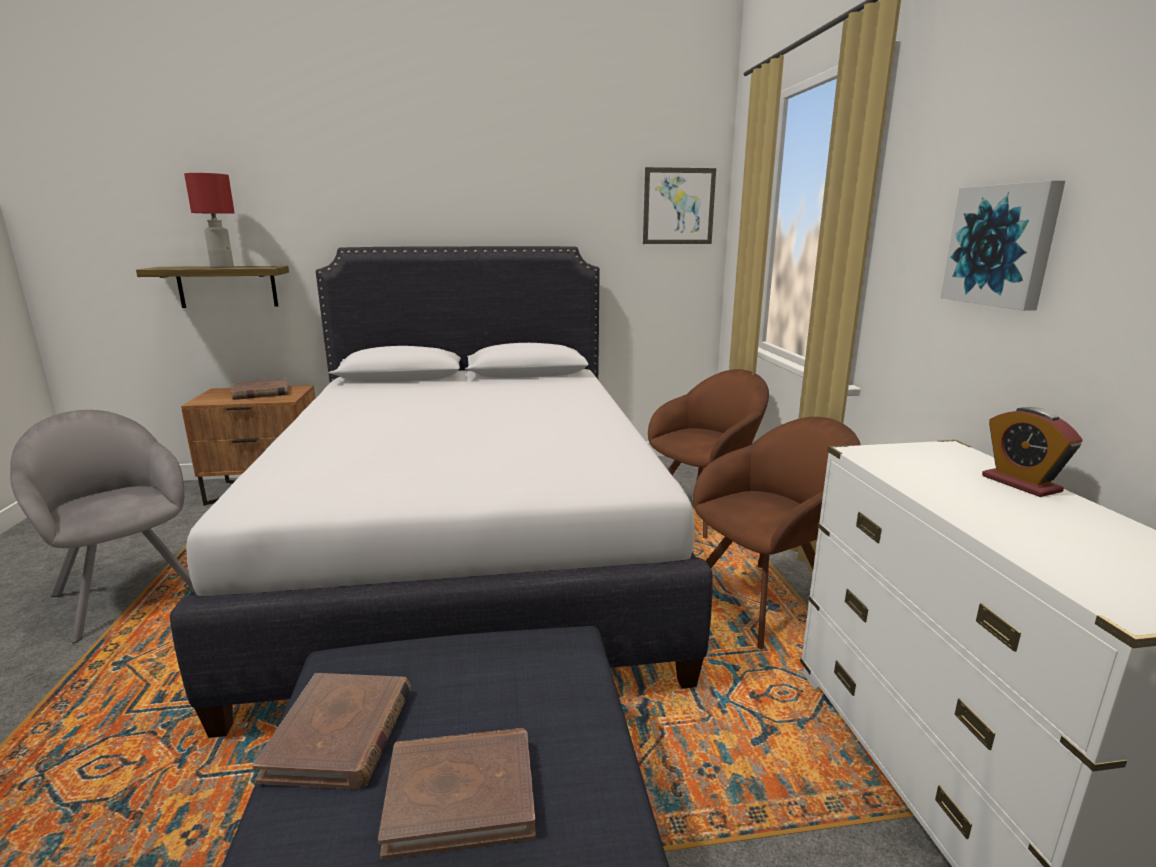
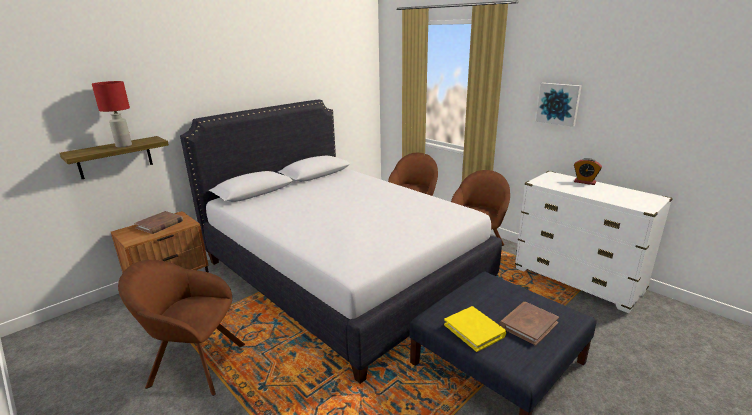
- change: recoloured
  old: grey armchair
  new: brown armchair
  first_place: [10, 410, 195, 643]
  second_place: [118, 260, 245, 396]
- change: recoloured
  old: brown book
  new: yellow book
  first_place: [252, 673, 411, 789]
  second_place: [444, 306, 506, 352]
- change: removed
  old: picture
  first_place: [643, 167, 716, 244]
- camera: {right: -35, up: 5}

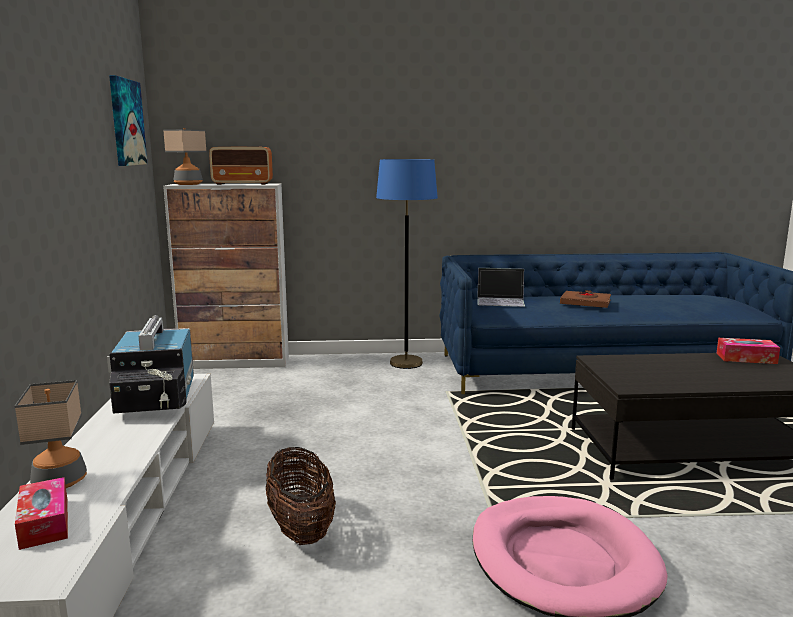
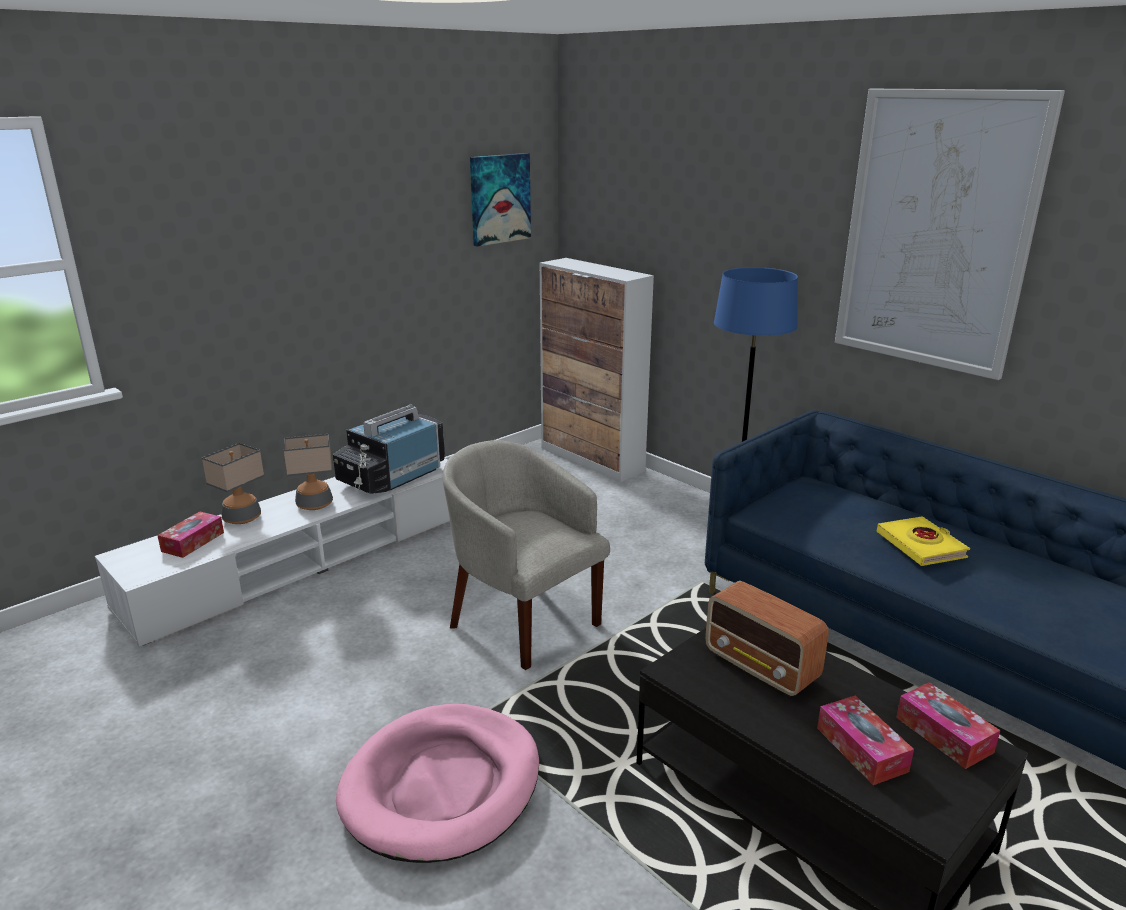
- change: moved
  old: table lamp
  first_place: [163, 128, 207, 185]
  second_place: [283, 434, 333, 510]
- change: added
  new: beige armchair
  second_place: [443, 440, 610, 670]
- change: moved
  old: radio
  first_place: [209, 146, 273, 185]
  second_place: [705, 581, 829, 697]
- change: added
  new: tissue box
  second_place: [817, 696, 914, 785]
- change: added
  new: picture
  second_place: [835, 89, 1065, 380]
- change: recoloured
  old: brown book
  new: yellow book
  first_place: [560, 290, 611, 308]
  second_place: [877, 516, 970, 566]
- change: removed
  old: basket
  first_place: [266, 447, 336, 545]
- change: removed
  old: laptop
  first_place: [477, 268, 525, 307]
- camera: {right: 50, up: 10}

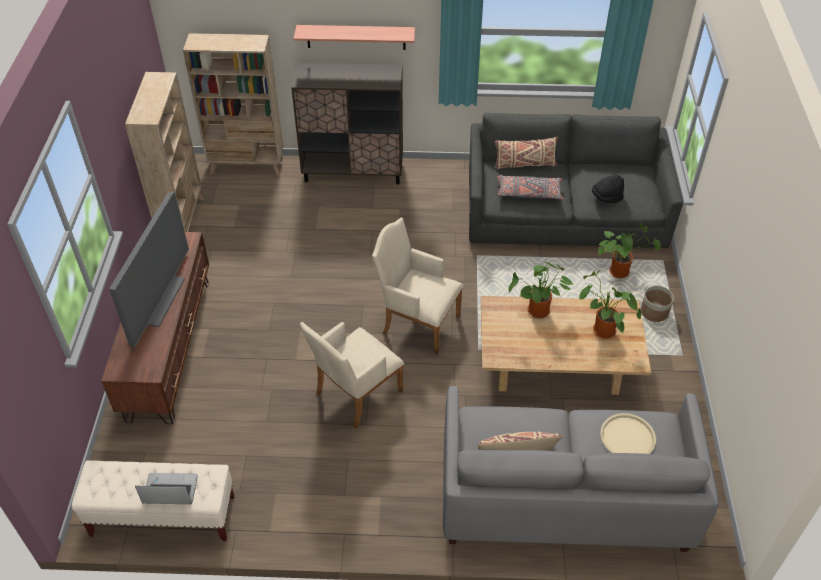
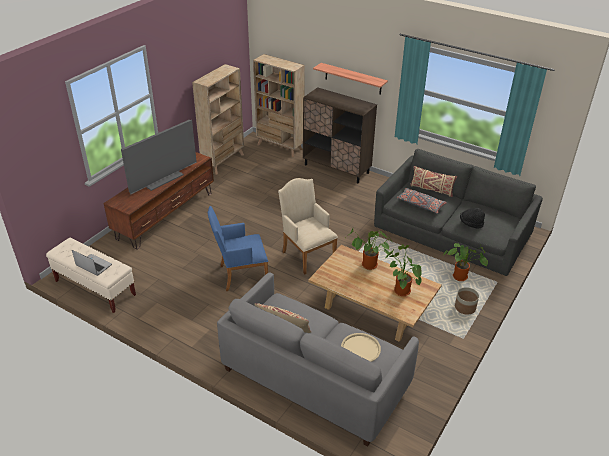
- change: recoloured
  old: beige armchair
  new: blue armchair
  first_place: [300, 322, 404, 428]
  second_place: [208, 206, 268, 291]
- camera: {right: 30, up: -10}

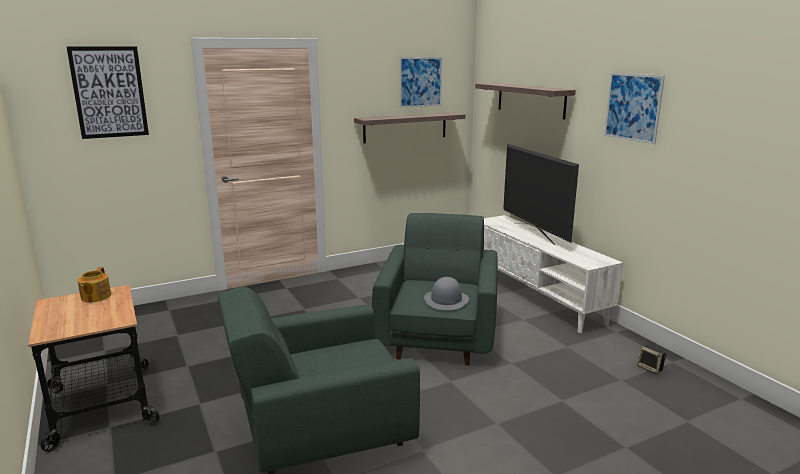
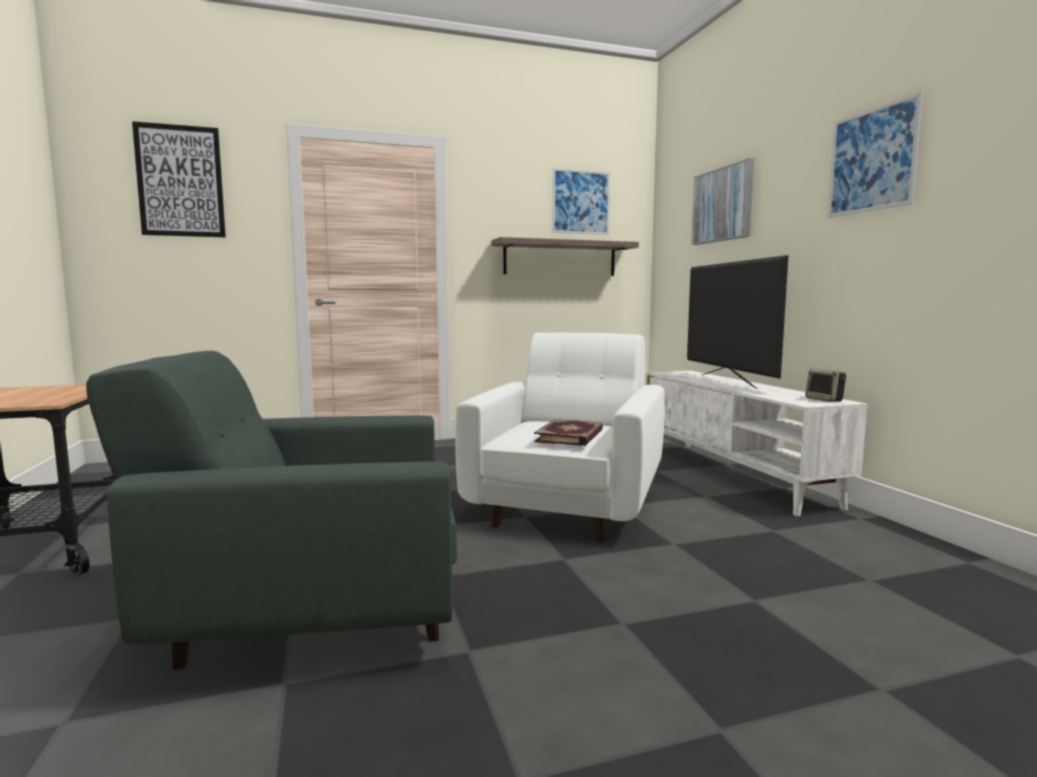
- change: recoloured
  old: green armchair
  new: white armchair
  first_place: [372, 213, 498, 366]
  second_place: [455, 333, 665, 542]
- change: replaced
  old: grey hat
  new: book
  first_place: [424, 277, 469, 310]
  second_place: [534, 419, 603, 446]
- change: replaced
  old: shelf
  new: picture
  first_place: [475, 83, 576, 120]
  second_place: [691, 158, 754, 245]
- change: moved
  old: speaker
  first_place: [637, 345, 667, 374]
  second_place: [805, 369, 846, 402]
- change: removed
  old: teapot
  first_place: [78, 267, 111, 302]
- camera: {right: 10, up: -10}

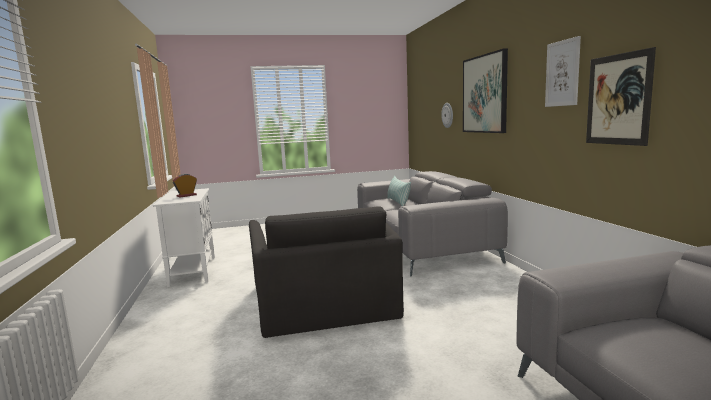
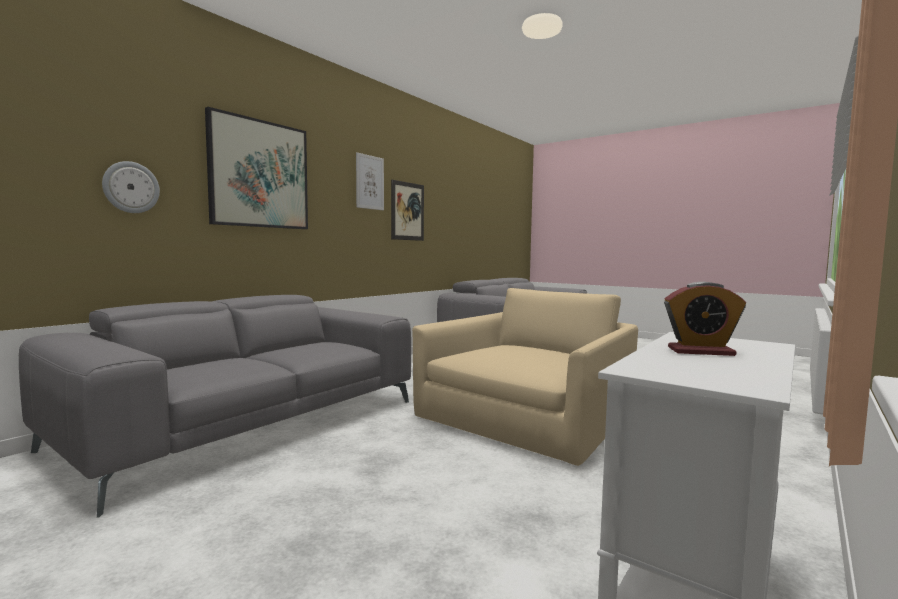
- change: recoloured
  old: black armchair
  new: beige armchair
  first_place: [249, 206, 404, 338]
  second_place: [412, 288, 638, 466]
- change: removed
  old: pillow
  first_place: [387, 176, 411, 206]
- camera: {right: -130, up: -5}

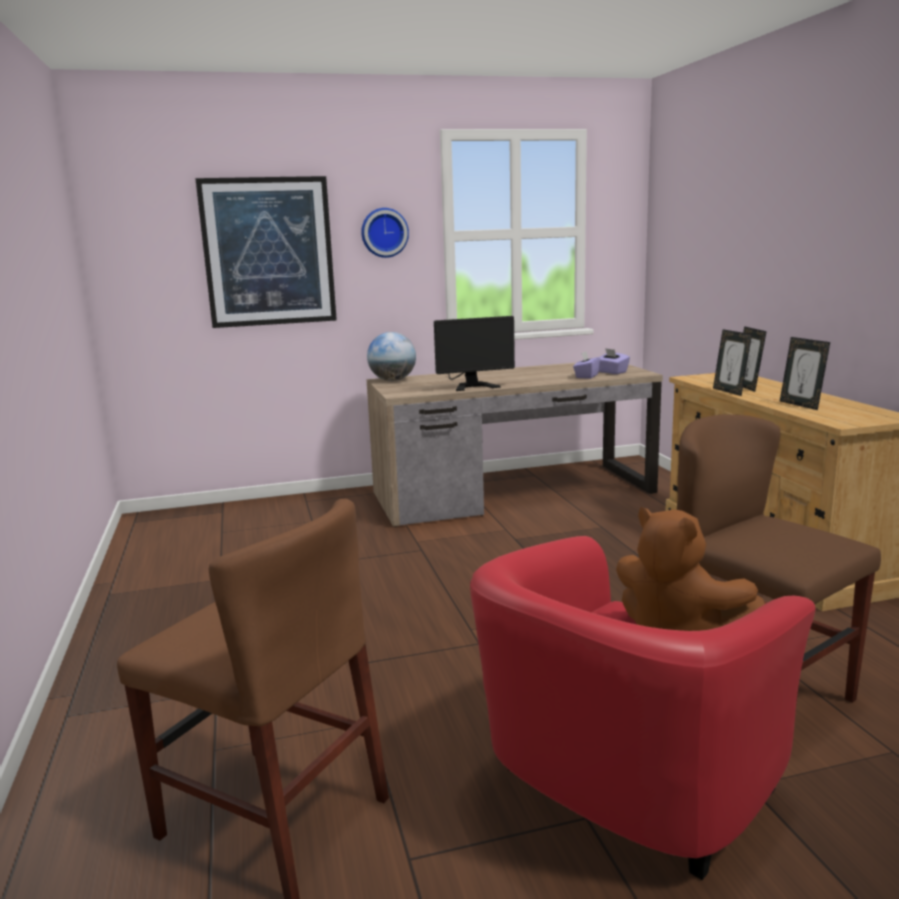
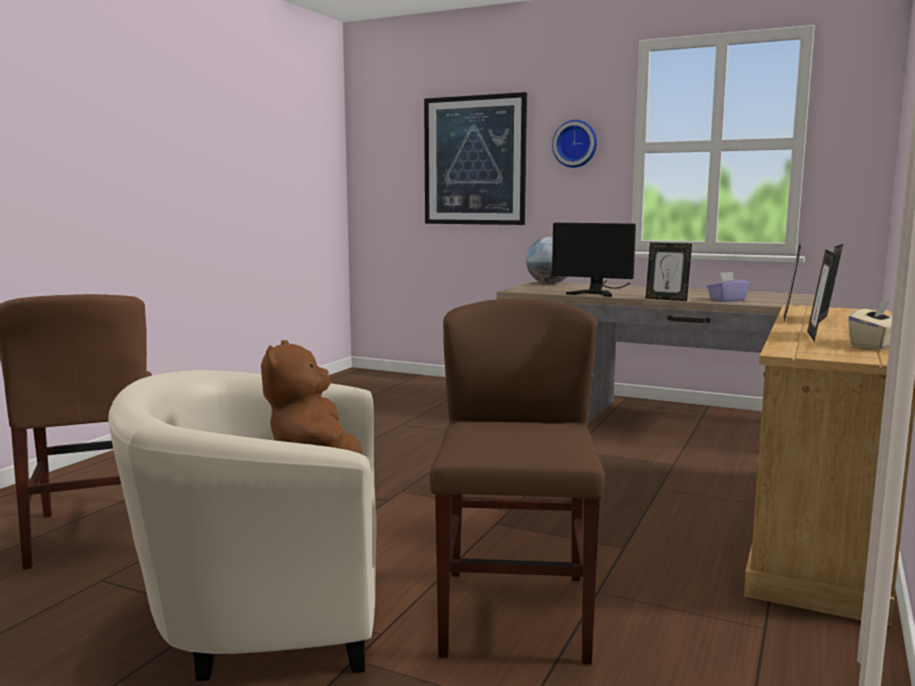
- change: recoloured
  old: red armchair
  new: beige armchair
  first_place: [470, 536, 816, 880]
  second_place: [108, 370, 376, 681]
- change: added
  new: picture frame
  second_place: [645, 243, 692, 301]
- change: added
  new: beige tissue box
  second_place: [848, 300, 892, 349]
- change: removed
  old: purple tissue box
  first_place: [599, 348, 630, 374]
- camera: {right: 40, up: -5}

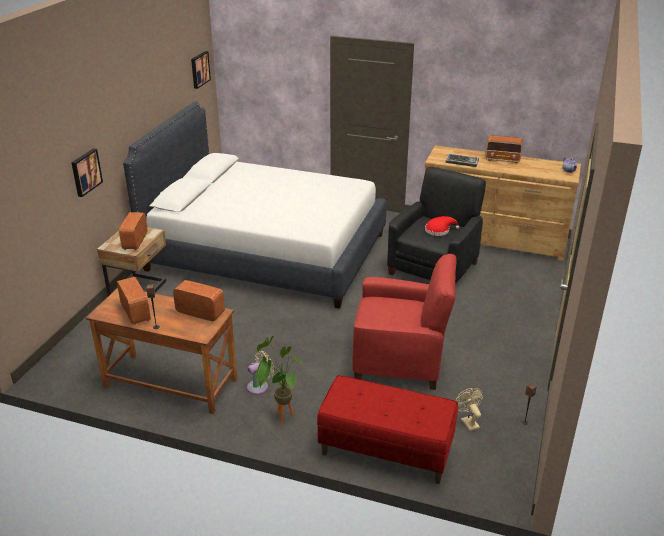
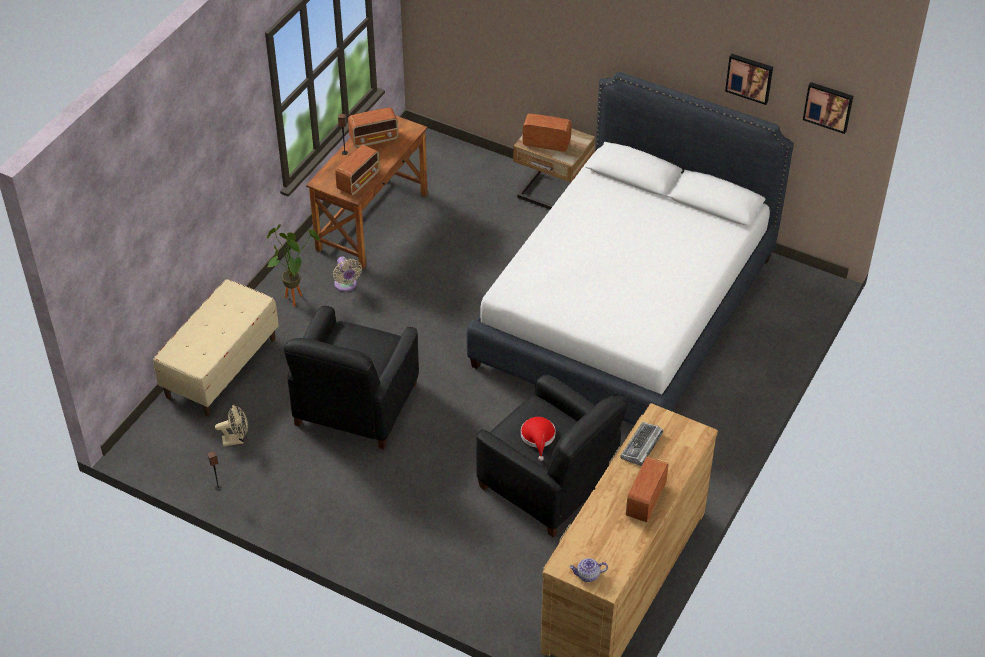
- change: recoloured
  old: red bench
  new: beige bench
  first_place: [317, 375, 458, 484]
  second_place: [153, 279, 279, 416]
- change: recoloured
  old: red armchair
  new: black armchair
  first_place: [352, 254, 457, 390]
  second_place: [284, 306, 419, 449]
- change: moved
  old: picture
  first_place: [71, 148, 103, 197]
  second_place: [725, 54, 773, 105]
- camera: {right: 100, up: 15}

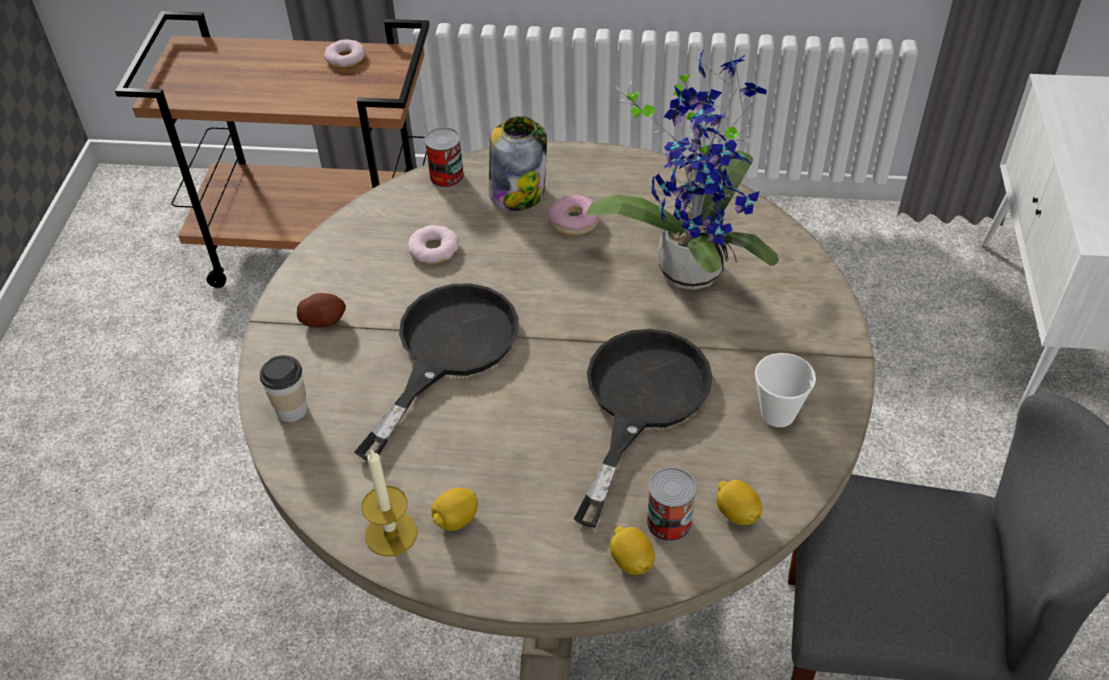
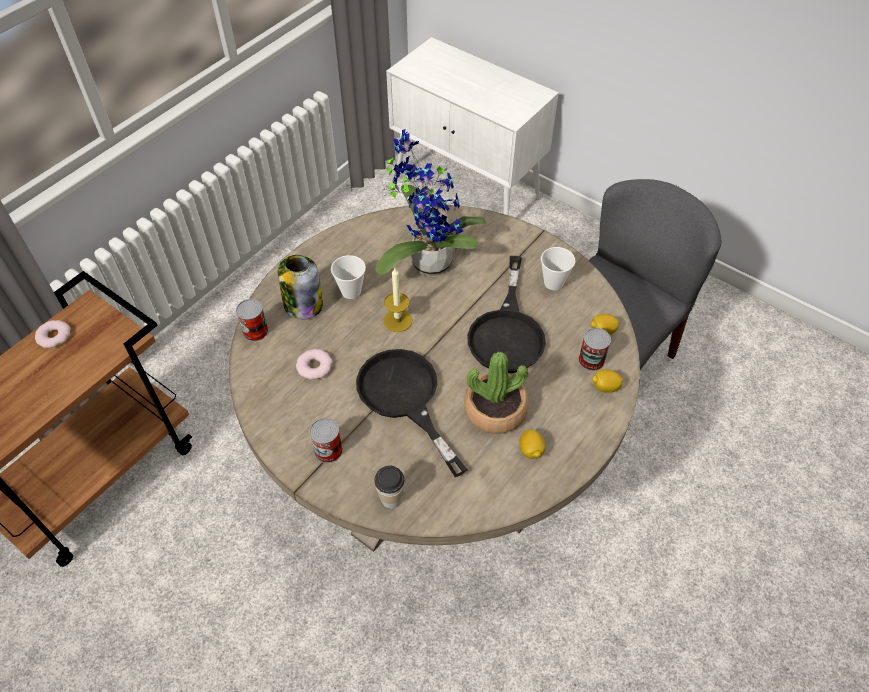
- change: replaced
  old: potato
  new: can
  first_place: [297, 293, 346, 328]
  second_place: [309, 418, 343, 463]
- change: replaced
  old: donut
  new: cup
  first_place: [549, 195, 599, 236]
  second_place: [331, 255, 366, 299]
- change: moved
  old: candle
  first_place: [361, 449, 417, 557]
  second_place: [383, 268, 413, 332]
- change: added
  new: potted plant
  second_place: [464, 352, 529, 434]
- change: turned
  old: black frying pan
  first_place: [574, 329, 713, 527]
  second_place: [467, 256, 546, 373]
  degrees: -135
- camera: {right: -60, up: 5}

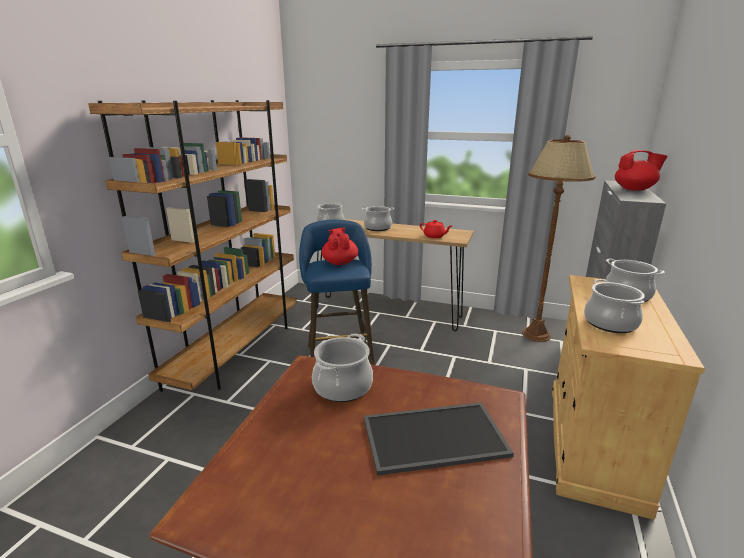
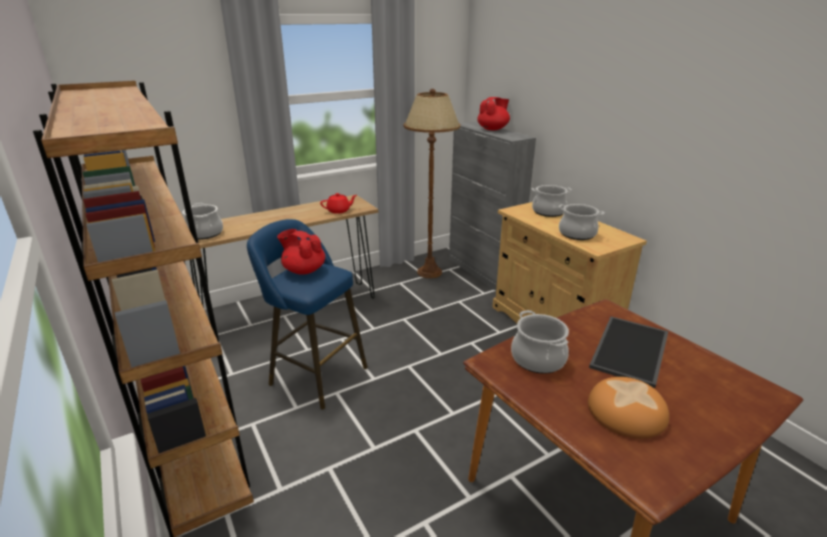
- change: added
  new: bread
  second_place: [588, 377, 669, 438]
- change: removed
  old: cooking pot
  first_place: [361, 206, 394, 231]
- camera: {right: -50, up: 5}

